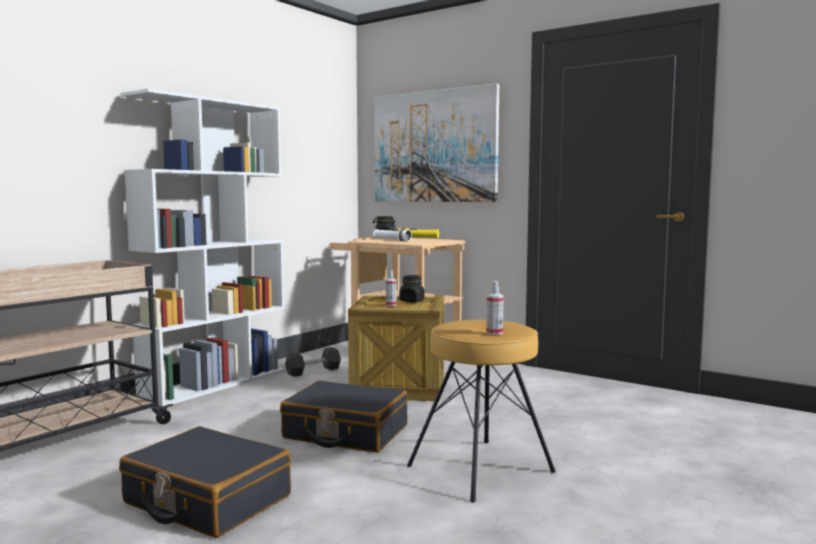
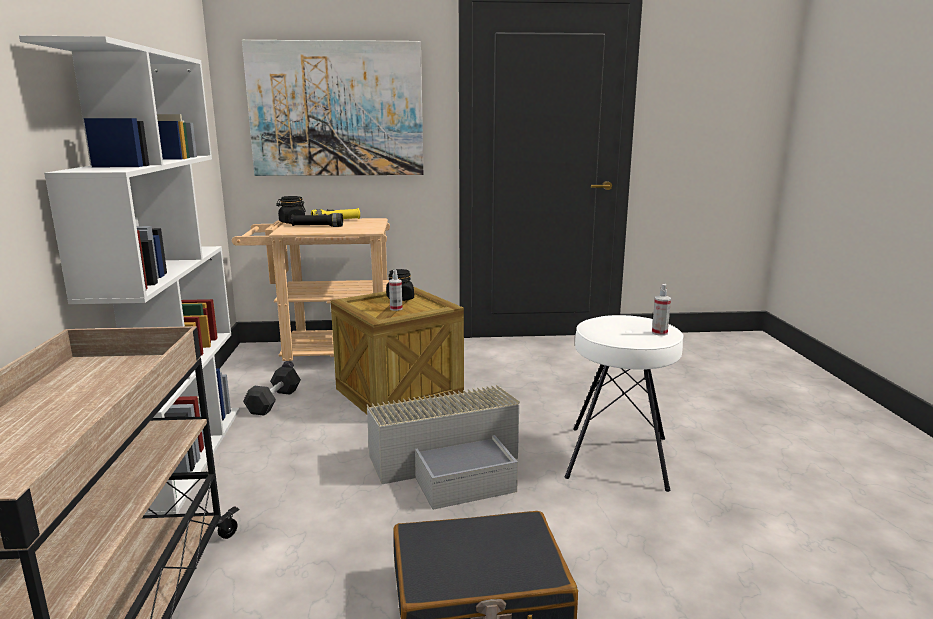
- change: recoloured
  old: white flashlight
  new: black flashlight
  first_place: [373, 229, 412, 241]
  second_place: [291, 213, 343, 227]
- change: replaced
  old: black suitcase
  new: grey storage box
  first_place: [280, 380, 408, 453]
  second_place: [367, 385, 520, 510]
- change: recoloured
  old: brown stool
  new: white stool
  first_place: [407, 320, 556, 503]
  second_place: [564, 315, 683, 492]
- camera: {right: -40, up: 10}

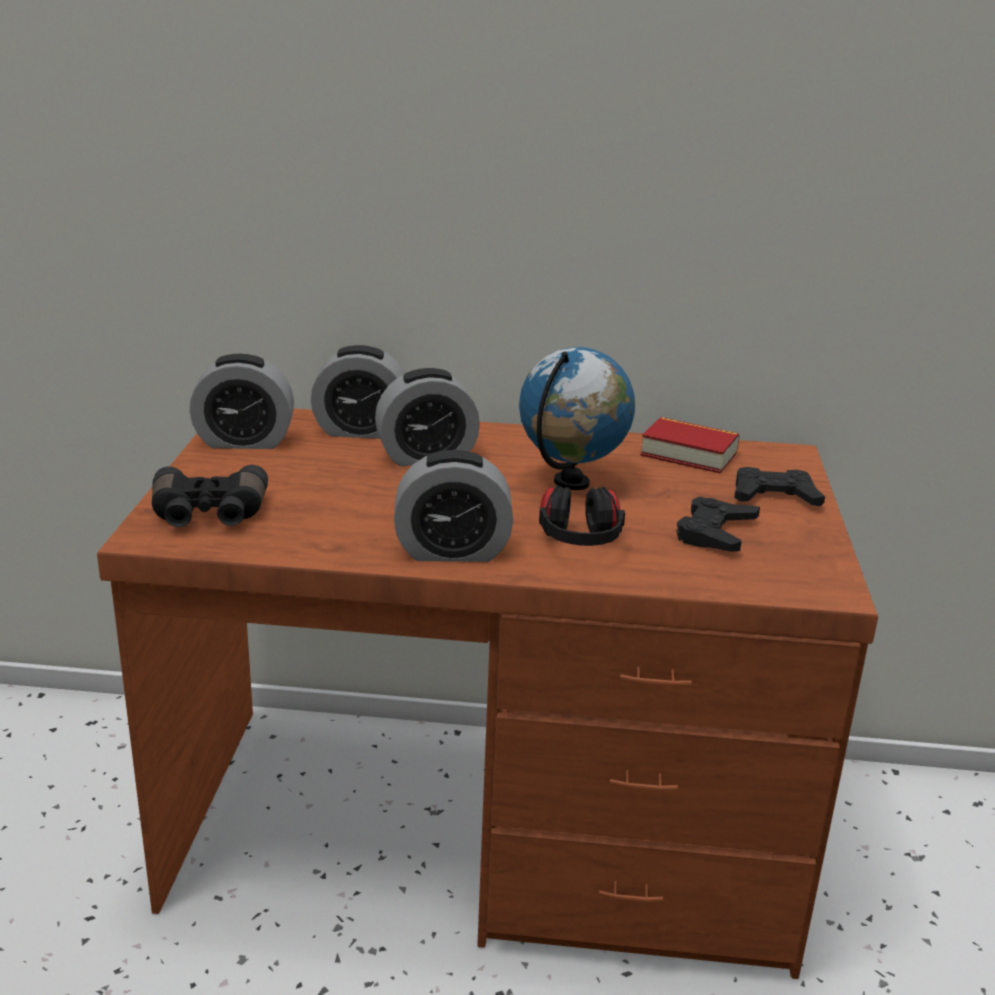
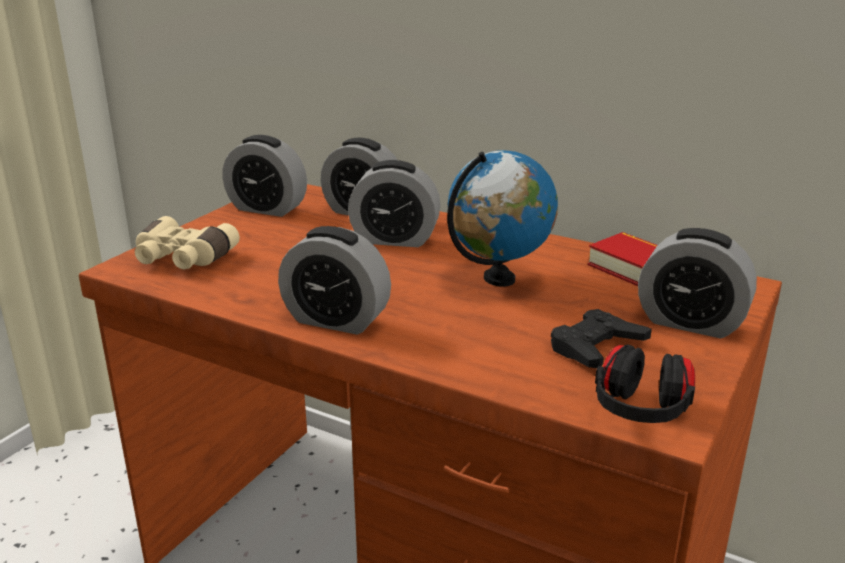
- change: recoloured
  old: black binoculars
  new: beige binoculars
  first_place: [152, 465, 268, 527]
  second_place: [135, 216, 240, 269]
- change: moved
  old: black headphones
  first_place: [539, 486, 625, 546]
  second_place: [595, 344, 695, 423]
- change: replaced
  old: black game controller
  new: alarm clock
  first_place: [734, 467, 825, 506]
  second_place: [638, 228, 757, 338]
- camera: {right: 25, up: 0}

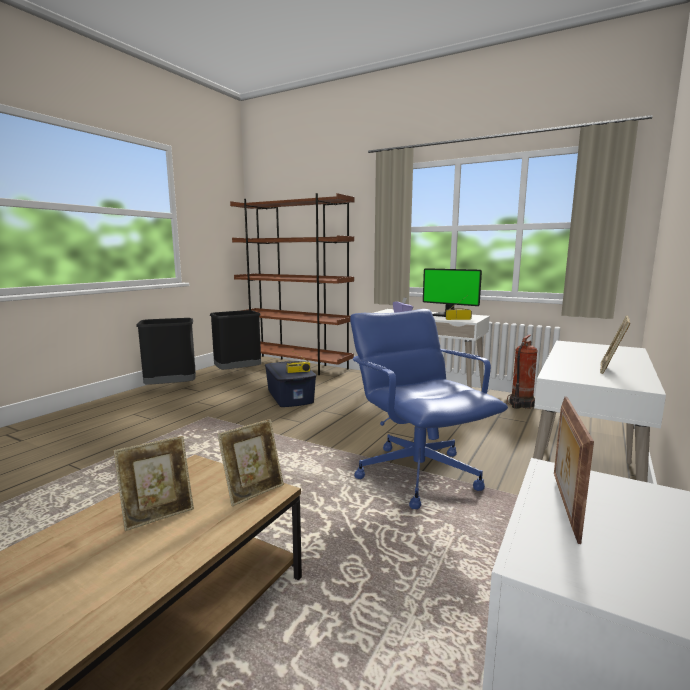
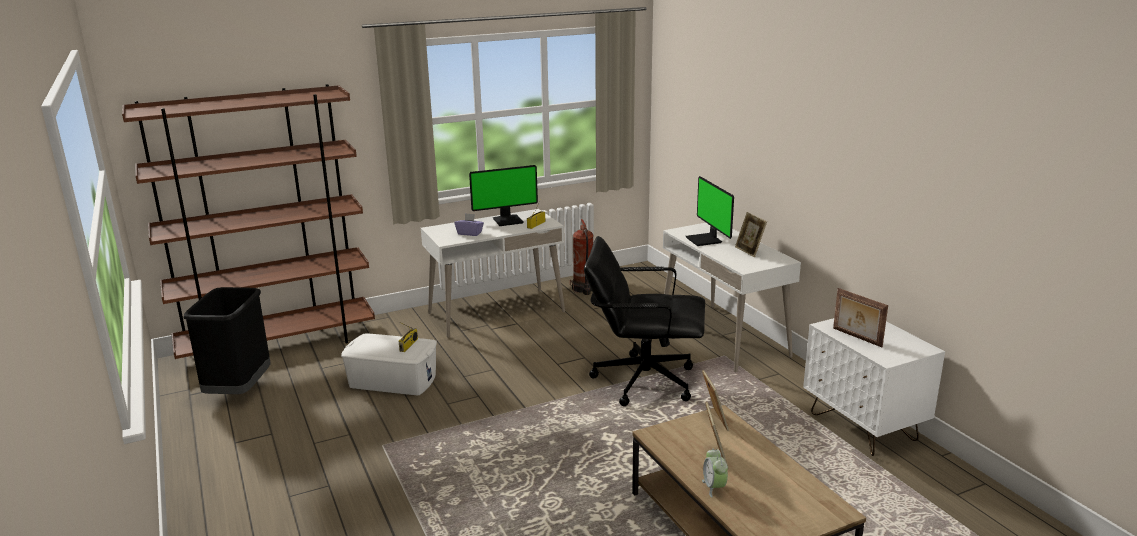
- change: recoloured
  old: blue storage box
  new: white storage box
  first_place: [265, 361, 317, 407]
  second_place: [341, 333, 437, 395]
- change: recoloured
  old: blue office chair
  new: black office chair
  first_place: [350, 309, 508, 509]
  second_place: [584, 236, 705, 406]
- change: added
  new: monitor
  second_place: [686, 176, 734, 246]
- change: added
  new: alarm clock
  second_place: [702, 448, 728, 498]
- change: removed
  old: black trash can
  first_place: [136, 318, 196, 385]
- camera: {right: -55, up: 10}

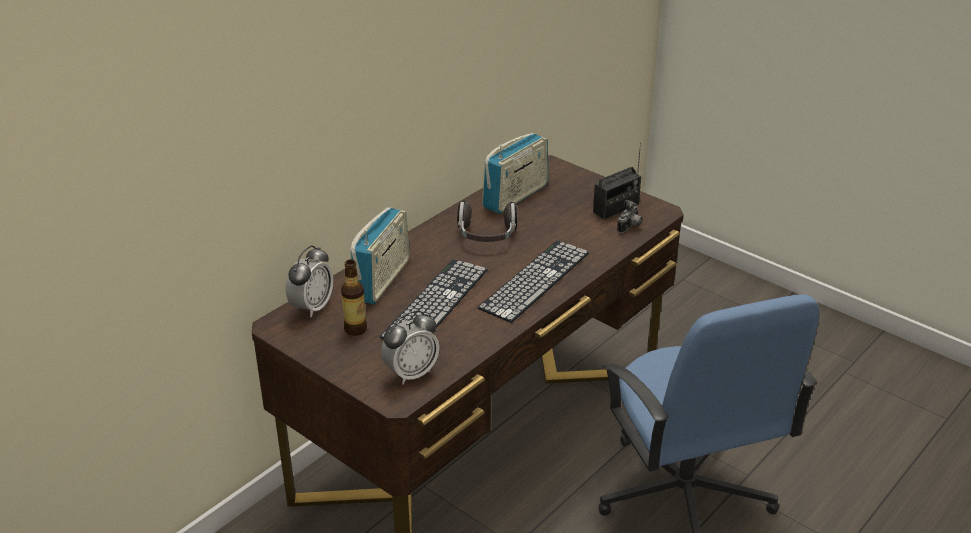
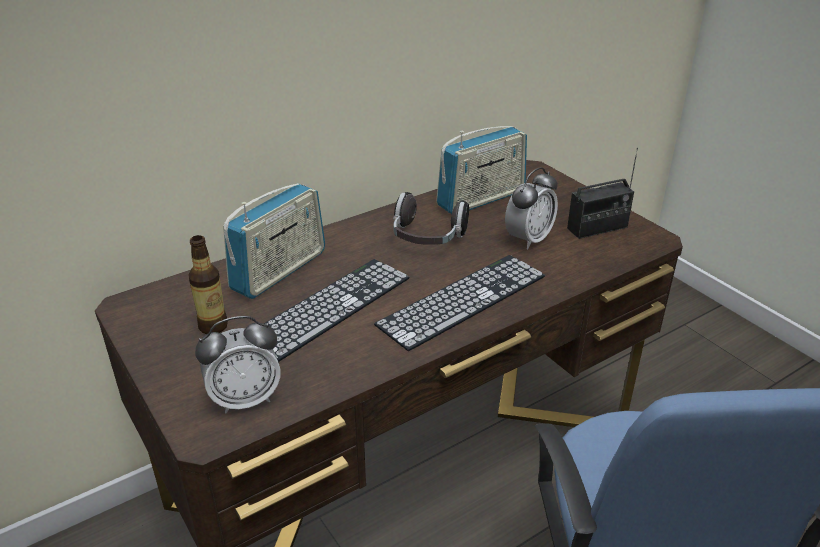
- change: moved
  old: alarm clock
  first_place: [286, 245, 333, 318]
  second_place: [505, 167, 558, 249]
- change: removed
  old: photo camera
  first_place: [617, 200, 643, 233]
- camera: {right: 15, up: 0}

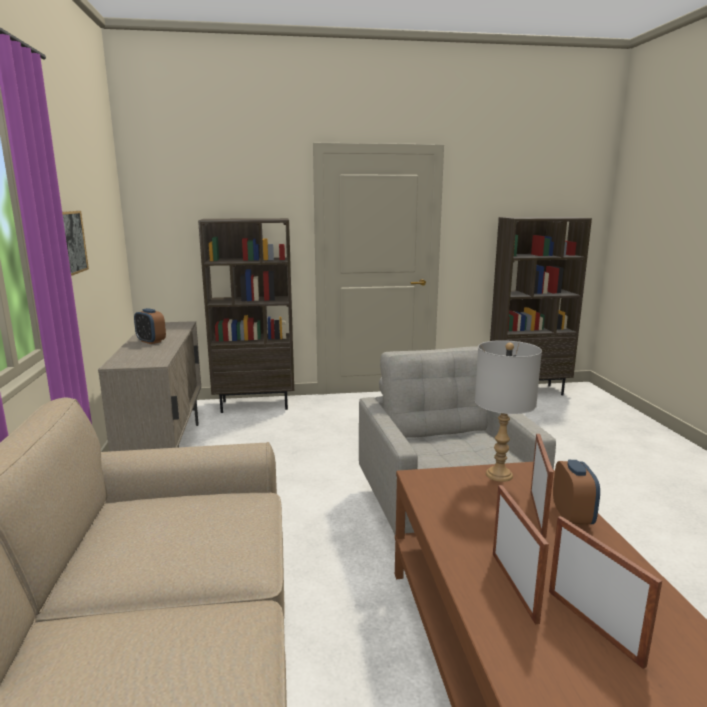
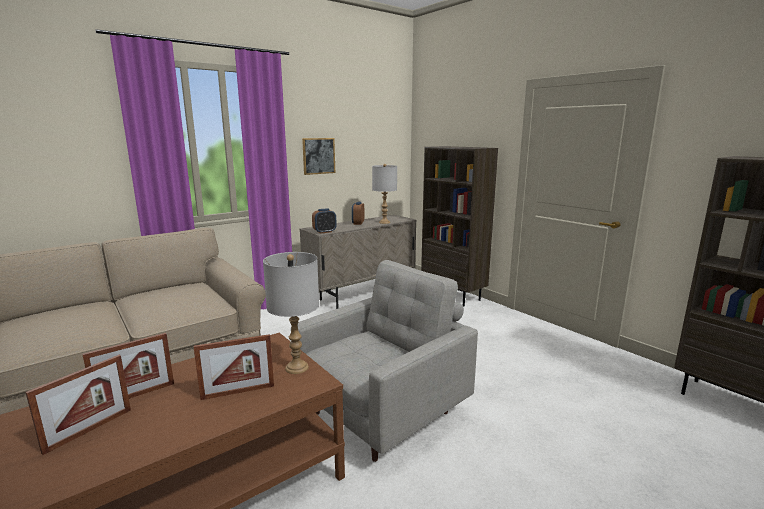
- change: moved
  old: alarm clock
  first_place: [553, 460, 600, 526]
  second_place: [312, 208, 337, 234]
- change: added
  new: grey table lamp
  second_place: [372, 164, 397, 224]
- camera: {right: 60, up: 0}

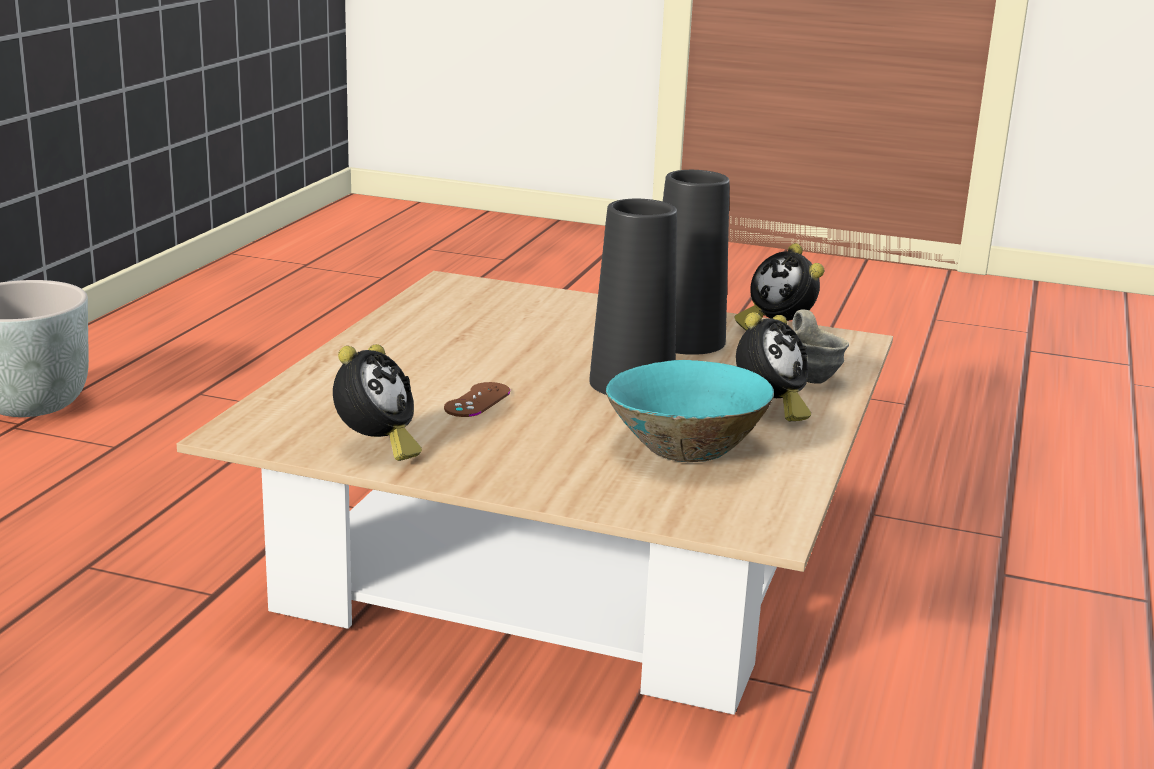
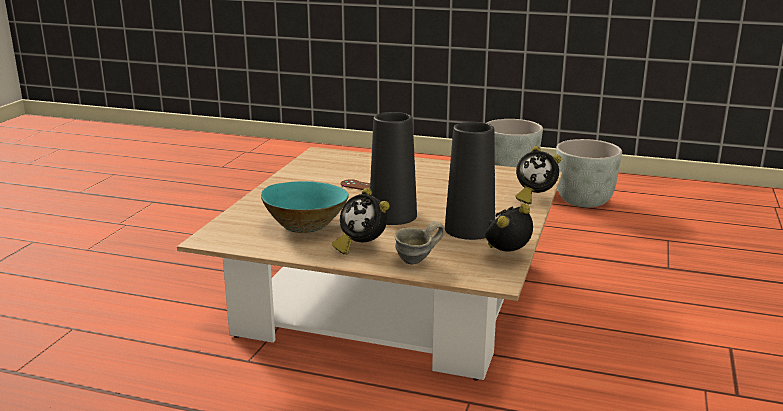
- change: moved
  old: alarm clock
  first_place: [333, 344, 422, 461]
  second_place: [515, 146, 561, 204]
- change: added
  new: grey planter
  second_place: [556, 139, 622, 208]
- camera: {right: 90, up: 0}

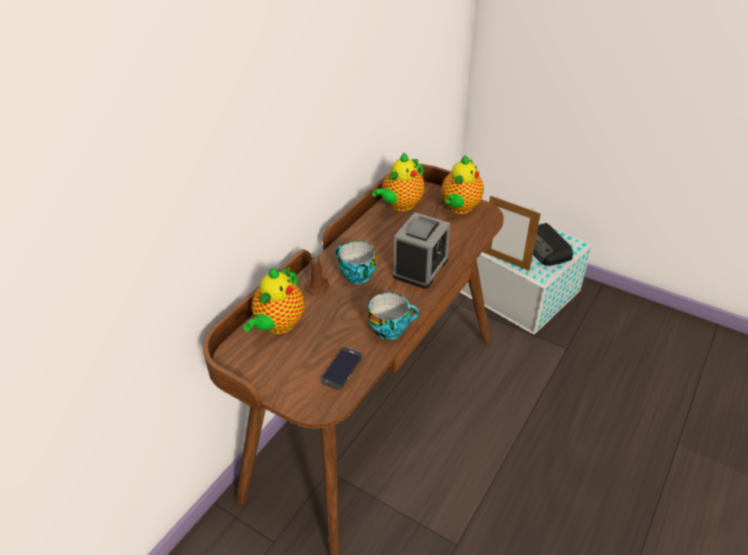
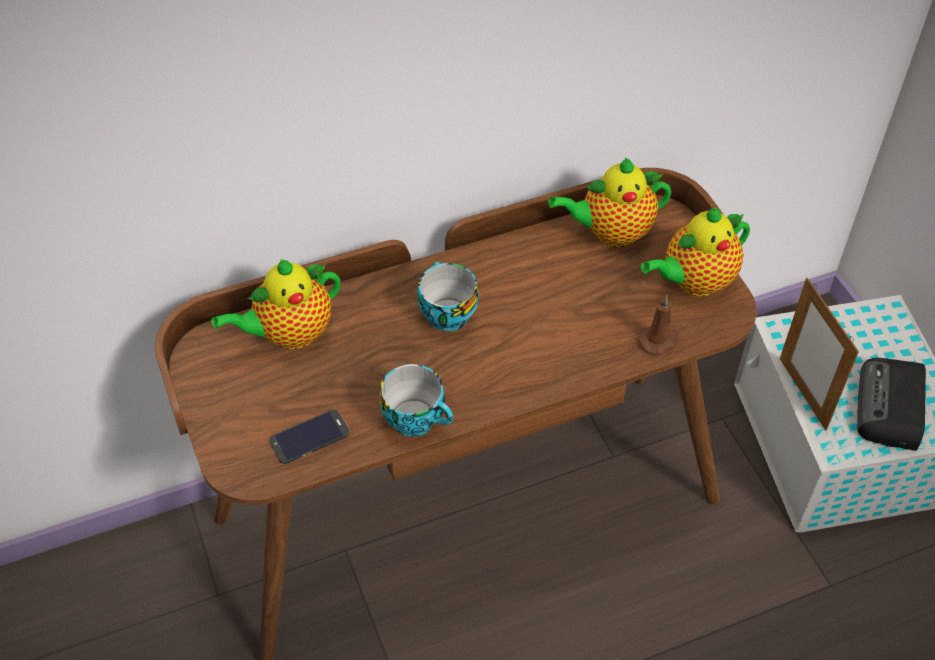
- change: moved
  old: brown candle
  first_place: [305, 253, 330, 295]
  second_place: [638, 295, 679, 355]
- change: removed
  old: alarm clock
  first_place: [393, 212, 451, 289]
- camera: {right: 35, up: 10}

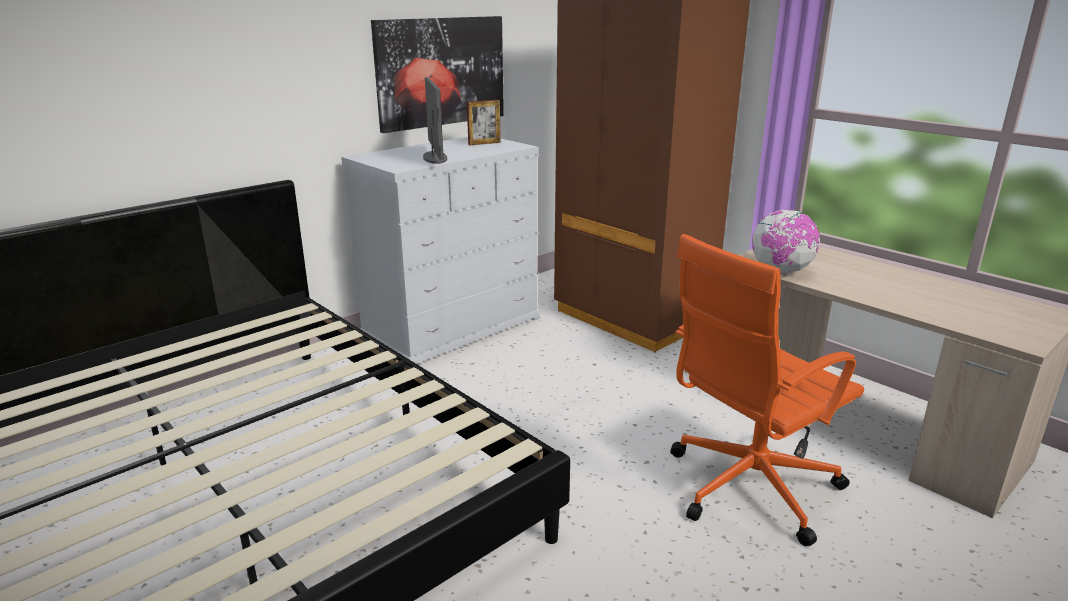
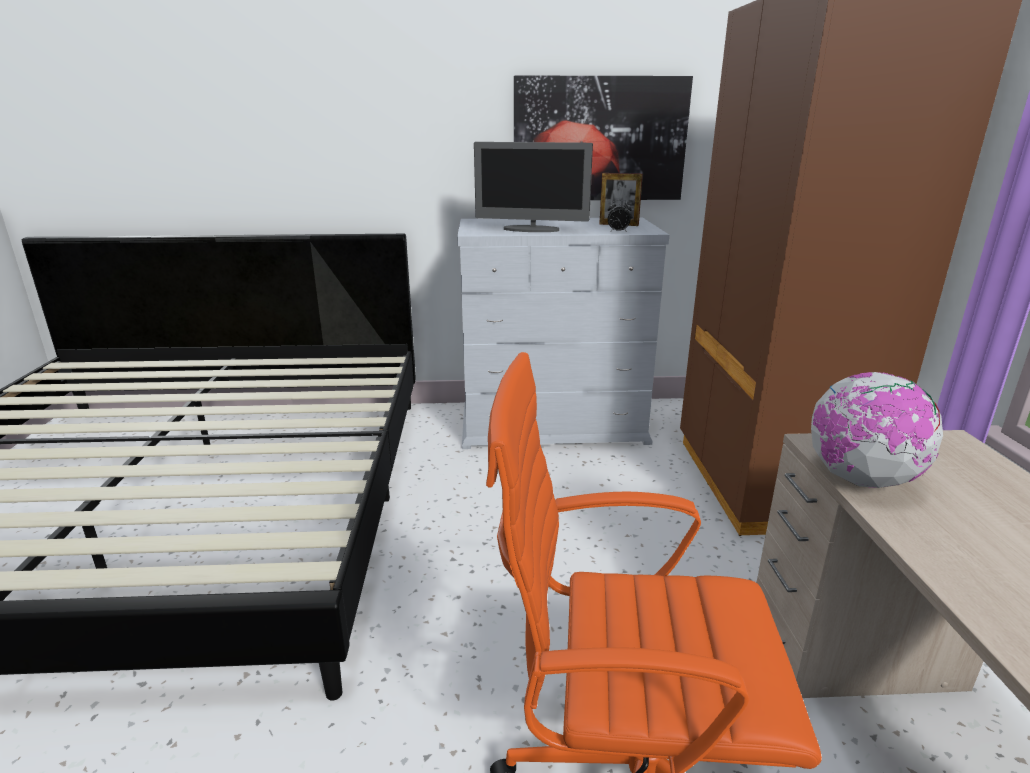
- change: turned
  old: monitor
  first_place: [423, 77, 447, 164]
  second_place: [474, 142, 593, 232]
  degrees: 75
- change: added
  new: alarm clock
  second_place: [608, 200, 632, 232]
- camera: {right: 40, up: 0}

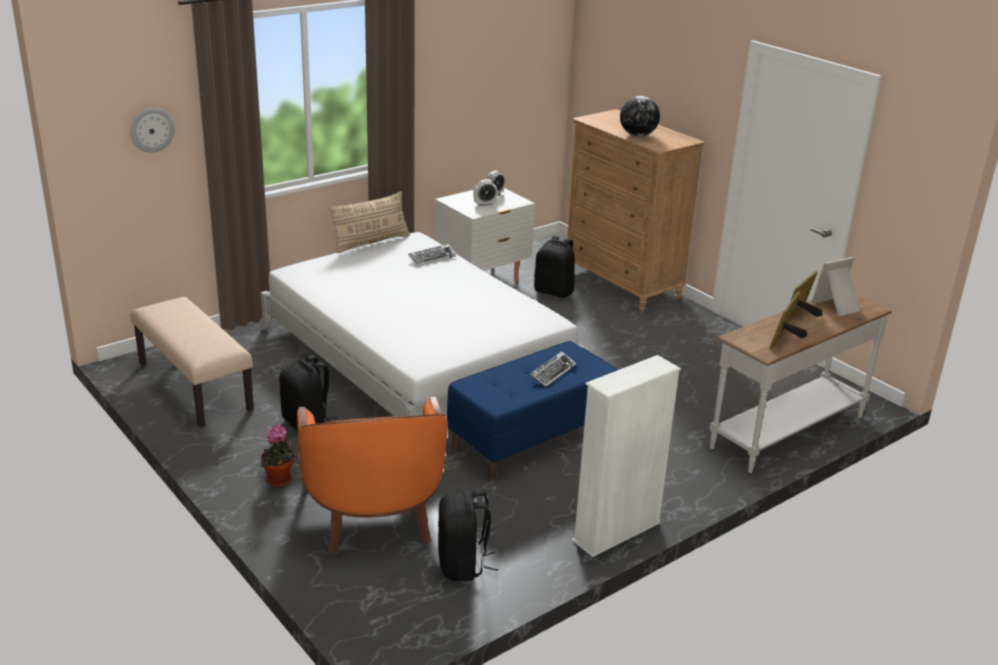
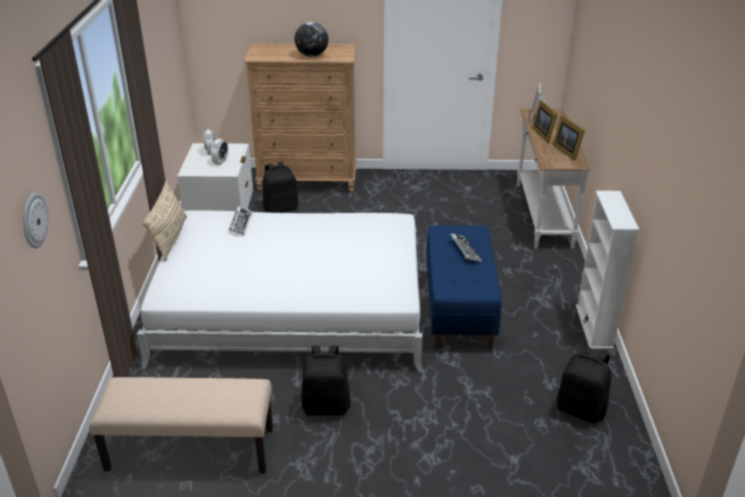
- change: removed
  old: potted plant
  first_place: [261, 424, 297, 487]
- change: removed
  old: orange armchair
  first_place: [297, 397, 448, 554]
- camera: {right: -50, up: 5}

